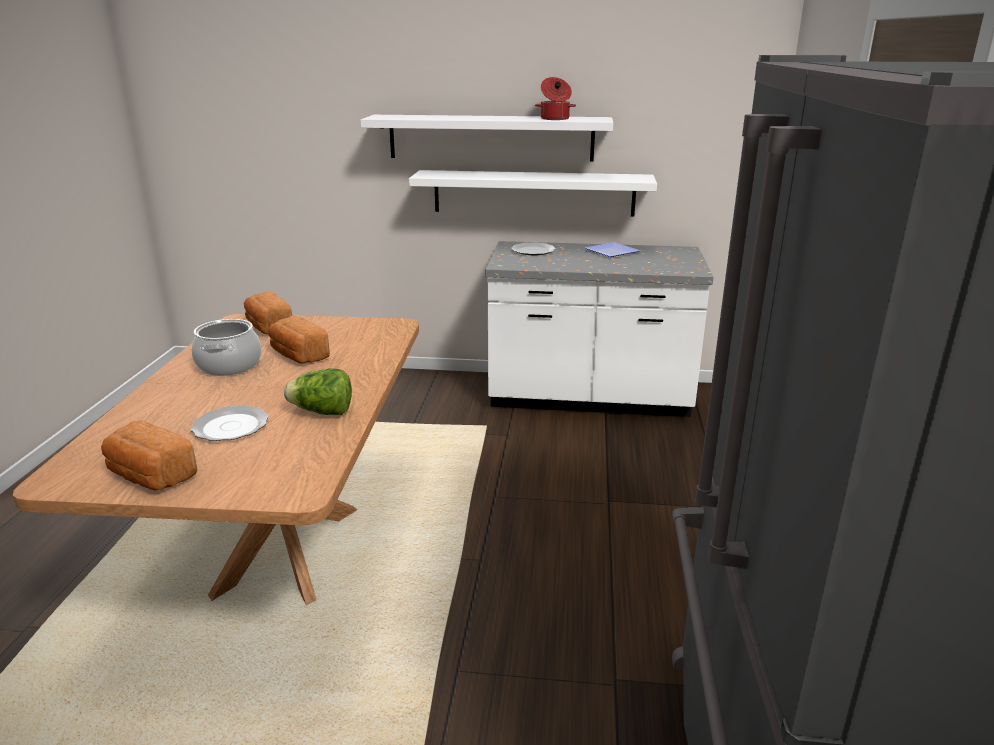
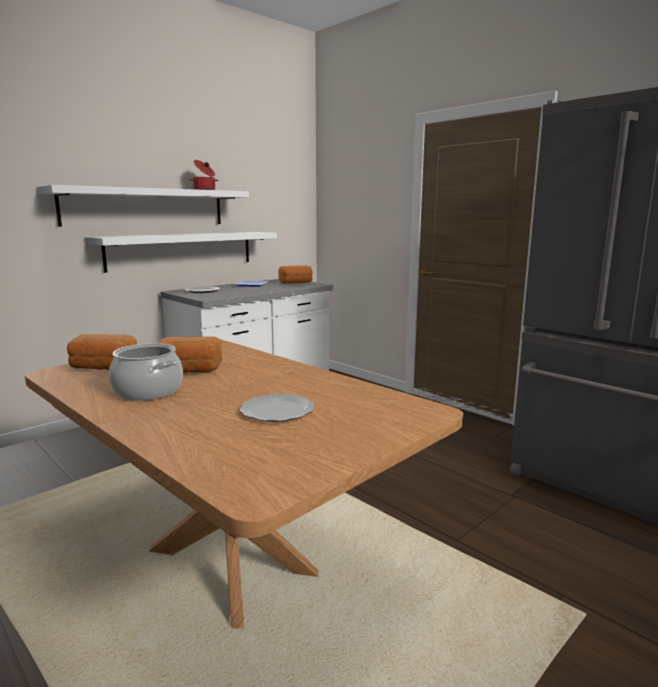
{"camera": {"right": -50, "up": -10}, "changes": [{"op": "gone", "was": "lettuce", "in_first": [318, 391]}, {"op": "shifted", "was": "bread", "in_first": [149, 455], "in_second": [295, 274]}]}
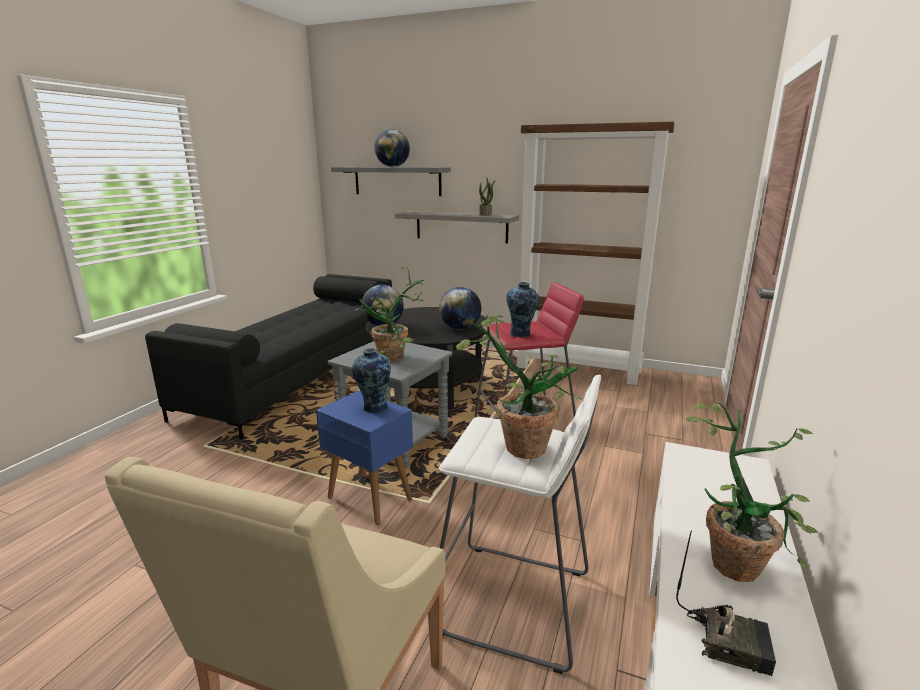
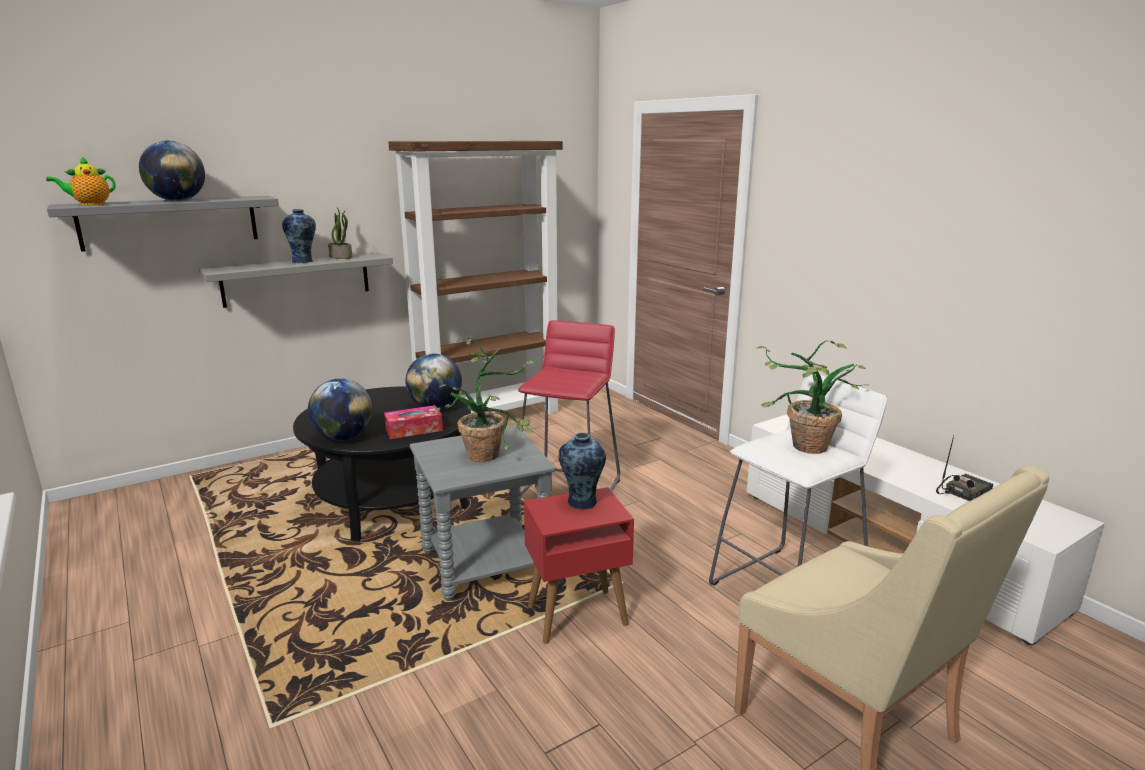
{"camera": {"right": -55, "up": 0}, "changes": [{"op": "gone", "was": "black sofa", "in_first": [268, 356]}, {"op": "gone", "was": "potted plant", "in_first": [752, 492]}, {"op": "new", "now": "teapot", "in_second": [81, 181]}, {"op": "new", "now": "tissue box", "in_second": [413, 422]}, {"op": "shifted", "was": "vase", "in_first": [523, 309], "in_second": [299, 236]}, {"op": "repainted", "was": "blue side table", "now": "red side table", "in_first": [364, 458], "in_second": [579, 565]}]}
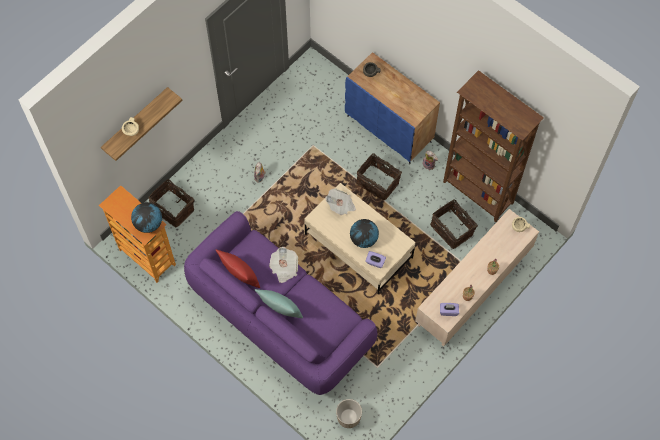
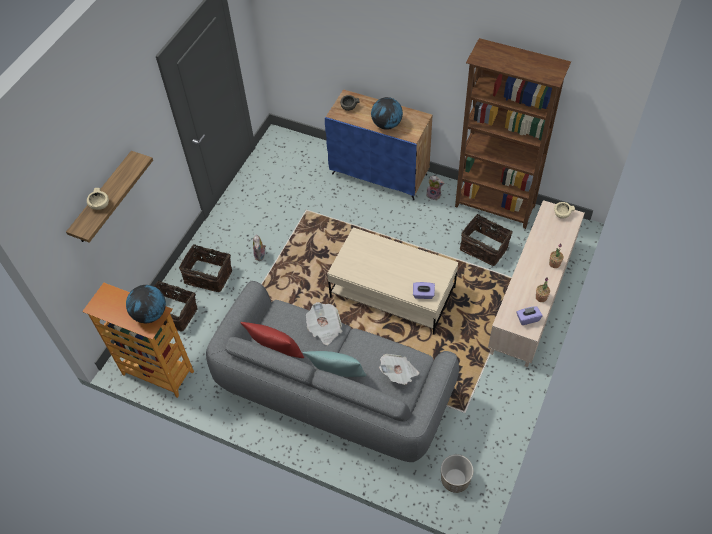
{"camera": {"right": -15, "up": -10}, "changes": [{"op": "shifted", "was": "newspaper", "in_first": [340, 201], "in_second": [399, 369]}, {"op": "shifted", "was": "globe", "in_first": [364, 233], "in_second": [387, 113]}, {"op": "shifted", "was": "basket", "in_first": [379, 177], "in_second": [205, 266]}, {"op": "repainted", "was": "purple sofa", "now": "grey sofa", "in_first": [280, 303], "in_second": [332, 371]}]}
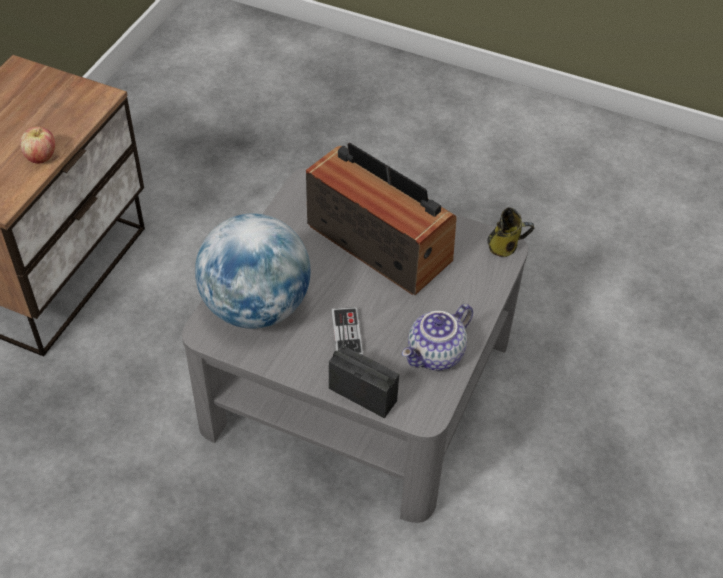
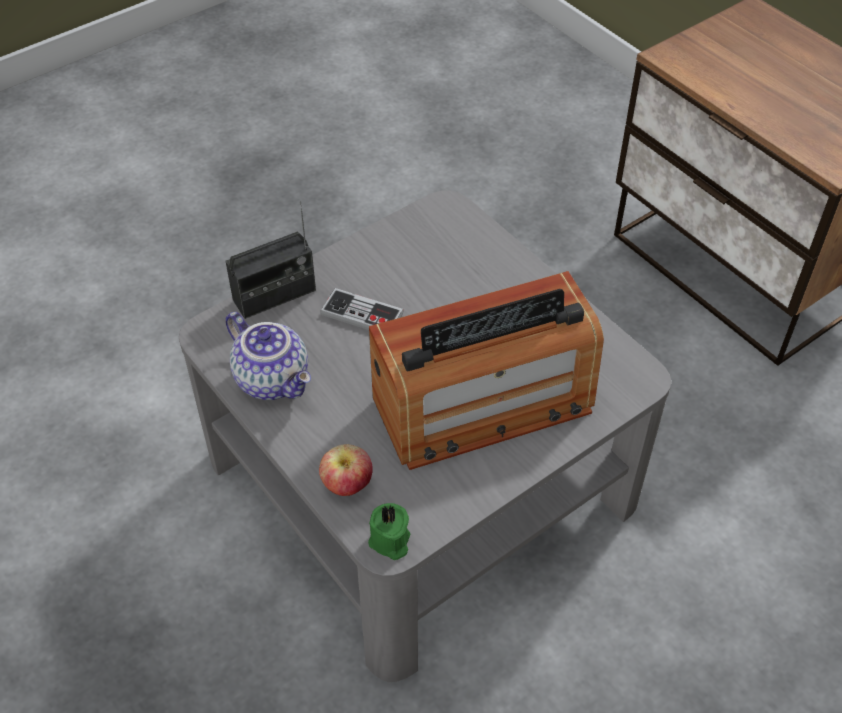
{"camera": {"right": 120, "up": 0}, "changes": [{"op": "gone", "was": "globe", "in_first": [253, 271]}, {"op": "shifted", "was": "apple", "in_first": [37, 145], "in_second": [346, 470]}, {"op": "swapped", "was": "mug", "now": "green candle", "in_first": [510, 232], "in_second": [389, 531]}, {"op": "rotated", "was": "teapot", "in_first": [437, 337], "in_second": [268, 356], "clockwise": 150}]}
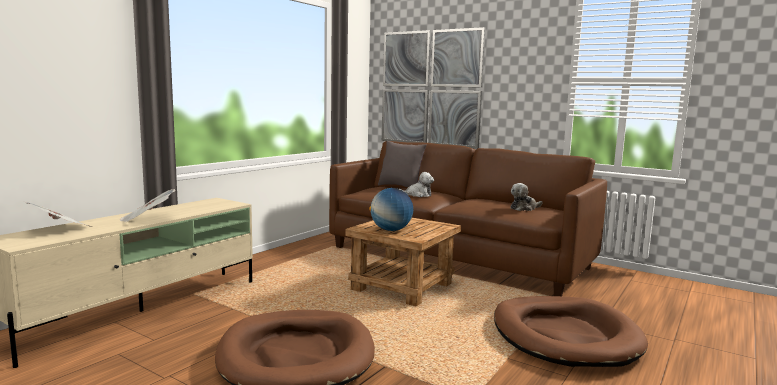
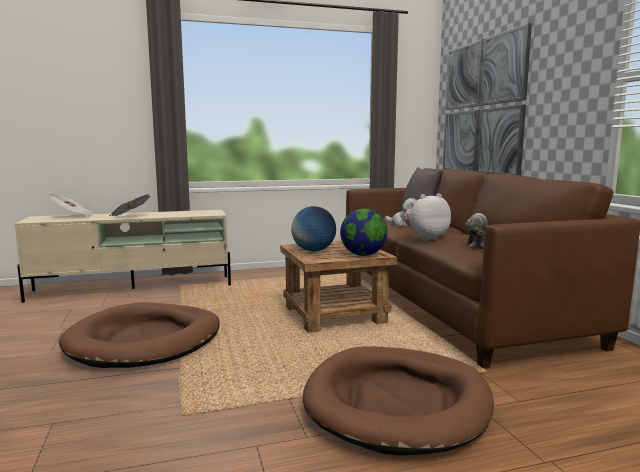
{"camera": {"right": 40, "up": 0}, "changes": [{"op": "new", "now": "globe", "in_second": [364, 232]}, {"op": "new", "now": "plush toy", "in_second": [427, 217]}]}
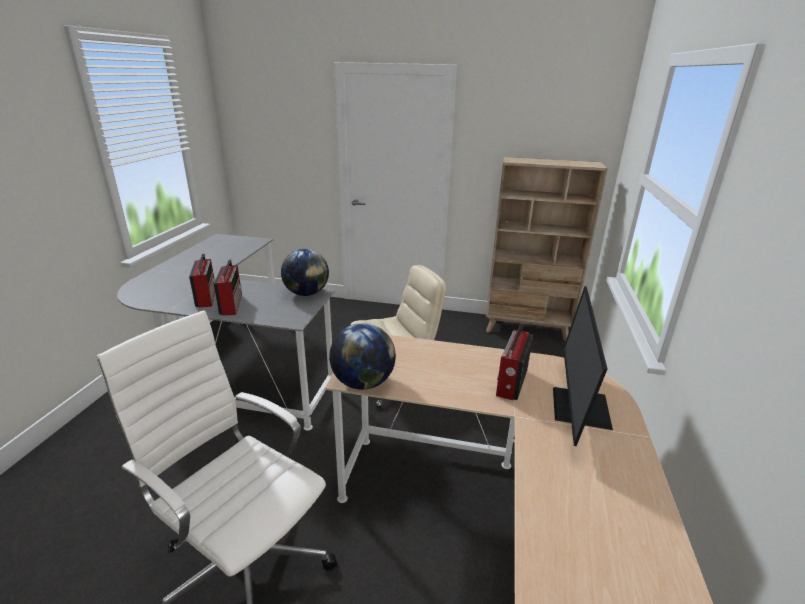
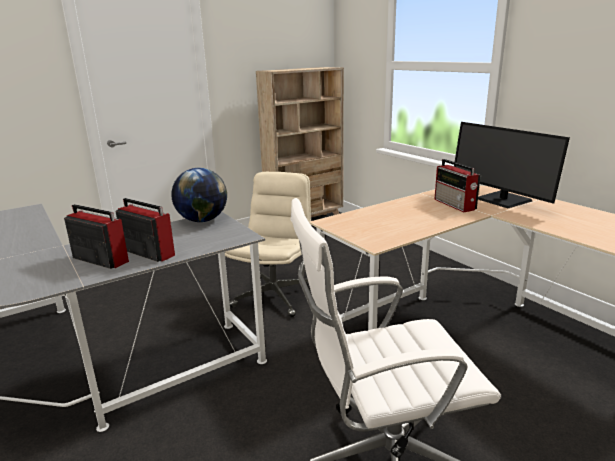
{"camera": {"right": -45, "up": -5}, "changes": [{"op": "gone", "was": "globe", "in_first": [362, 356]}]}
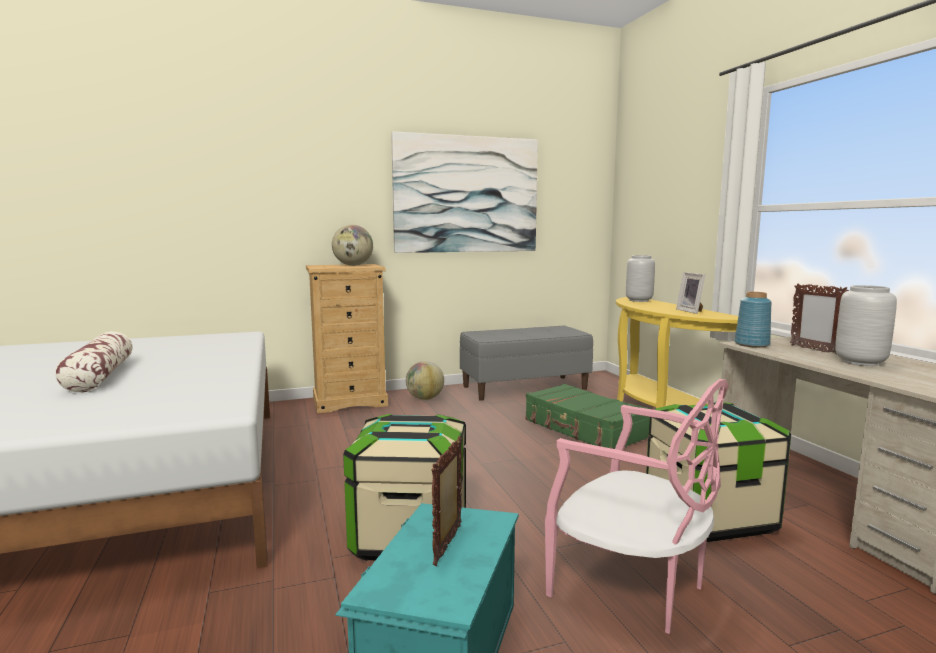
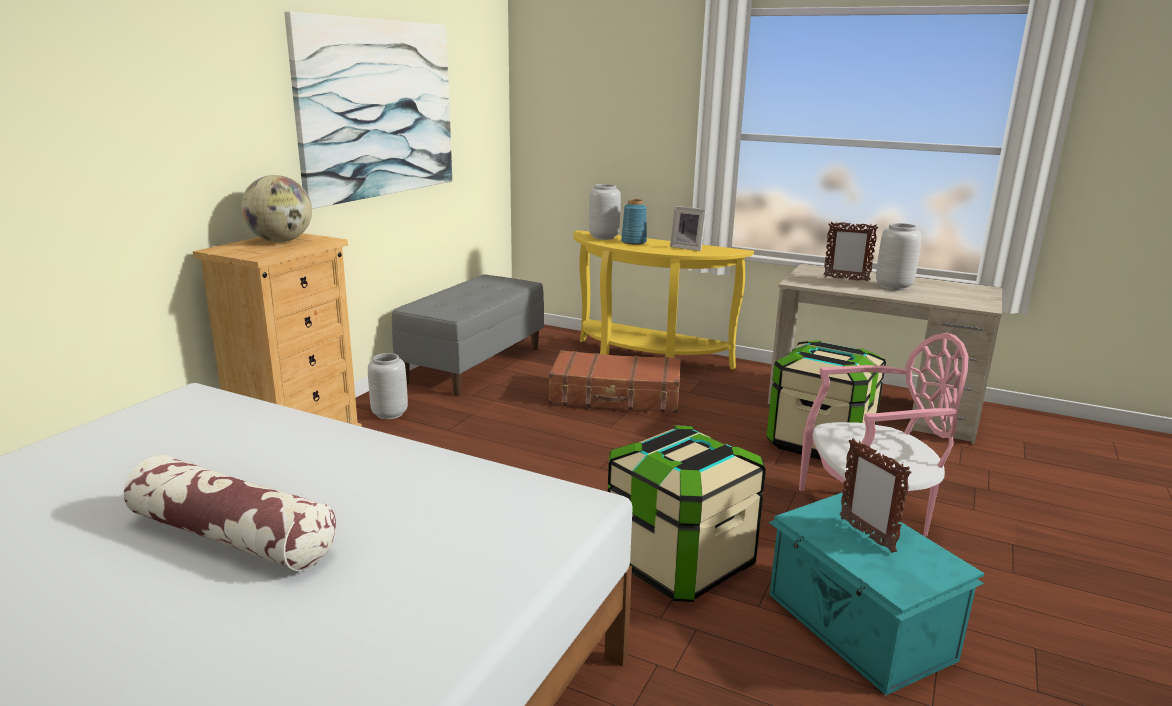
{"camera": {"right": -45, "up": 10}, "changes": [{"op": "shifted", "was": "blue vase", "in_first": [753, 320], "in_second": [634, 222]}, {"op": "swapped", "was": "globe", "now": "grey vase", "in_first": [425, 380], "in_second": [388, 386]}, {"op": "repainted", "was": "green suitcase", "now": "brown suitcase", "in_first": [588, 416], "in_second": [615, 381]}]}
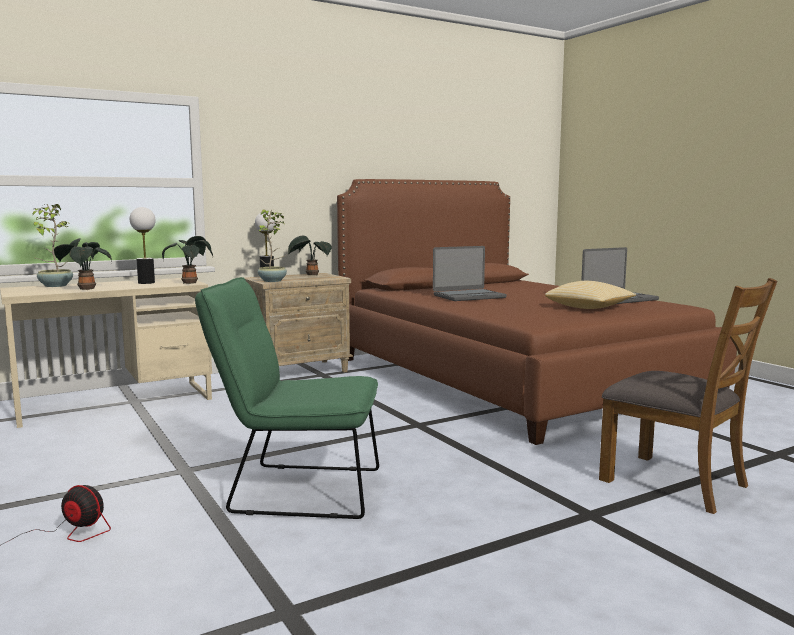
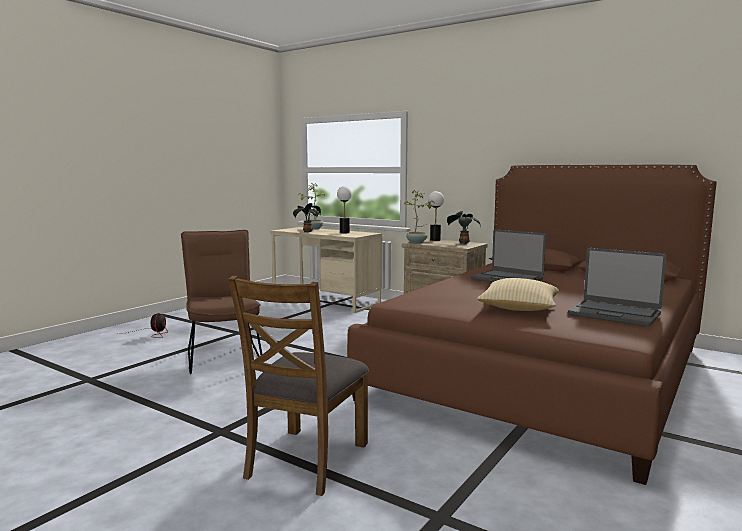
{"camera": {"right": 65, "up": 0}, "changes": [{"op": "gone", "was": "potted plant", "in_first": [187, 260]}, {"op": "repainted", "was": "green chair", "now": "brown chair", "in_first": [287, 398], "in_second": [221, 302]}]}
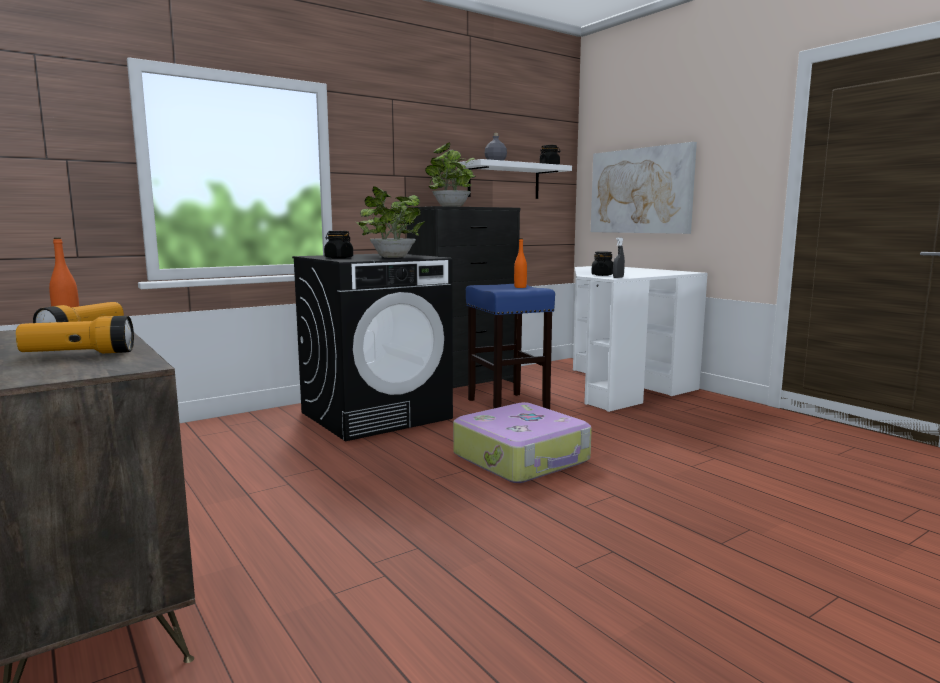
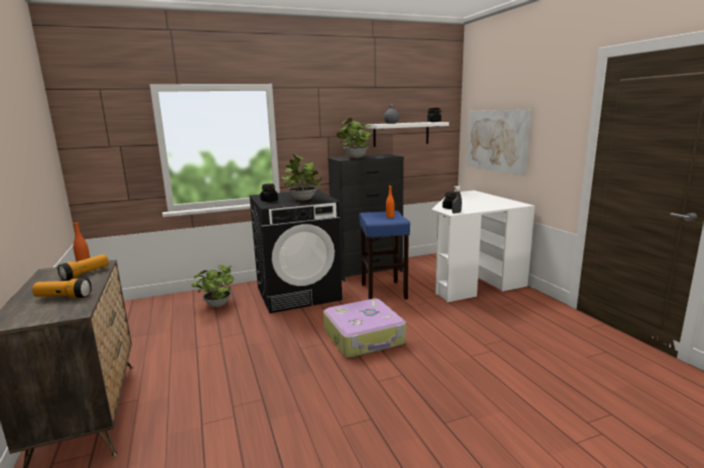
{"camera": {"right": 15, "up": 5}, "changes": [{"op": "new", "now": "potted plant", "in_second": [213, 286]}]}
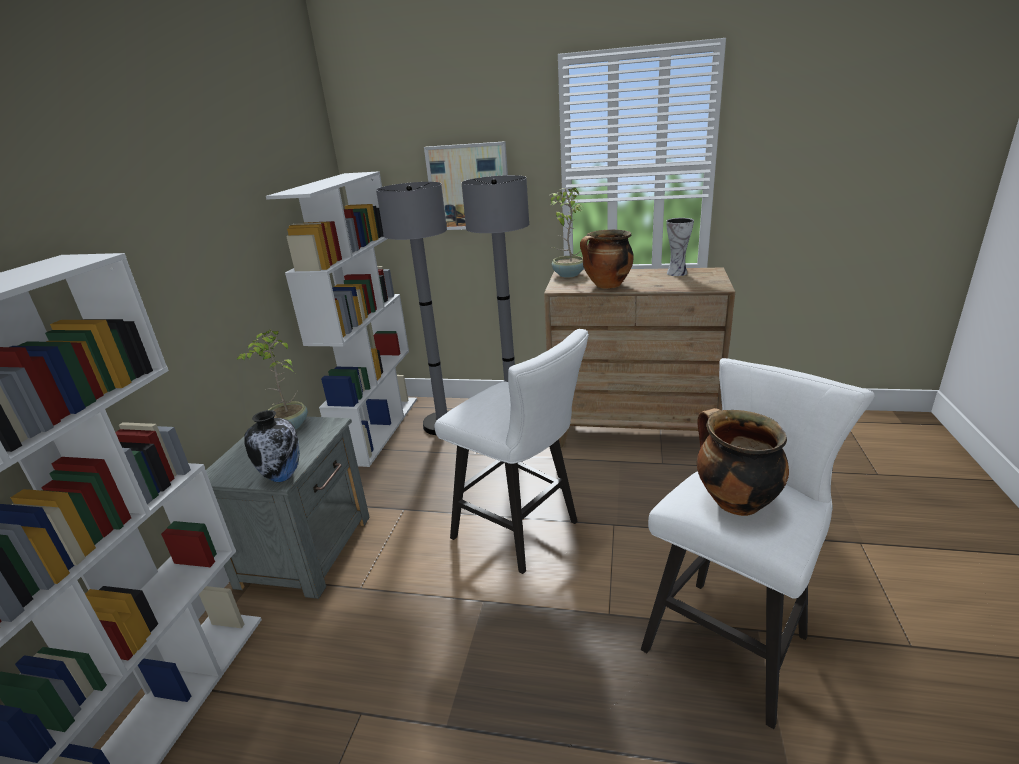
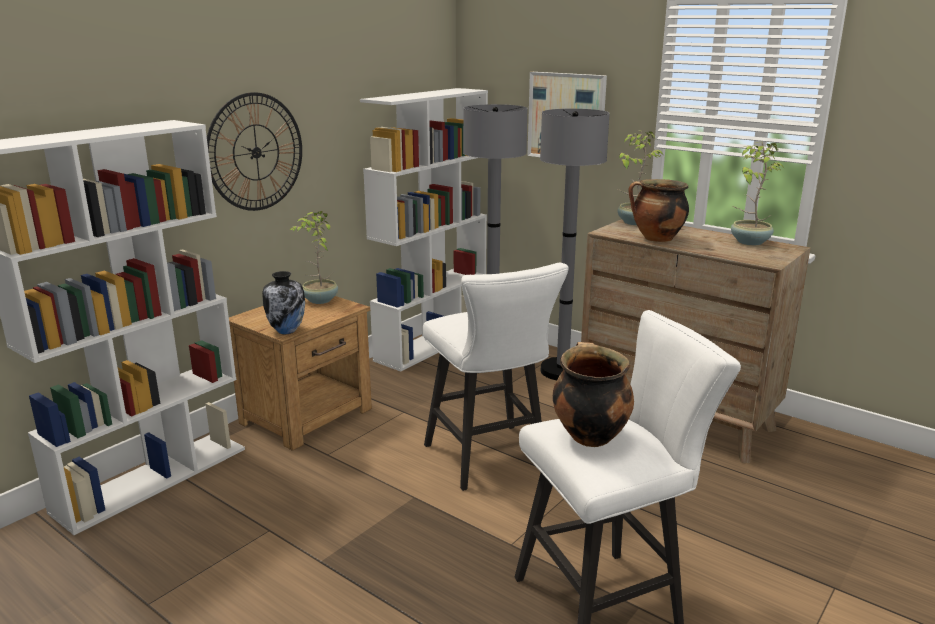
{"camera": {"right": 25, "up": -5}, "changes": [{"op": "new", "now": "wall clock", "in_second": [254, 151]}, {"op": "swapped", "was": "vase", "now": "potted plant", "in_first": [680, 247], "in_second": [758, 193]}, {"op": "repainted", "was": "grey nightstand", "now": "brown nightstand", "in_first": [288, 508], "in_second": [300, 373]}]}
